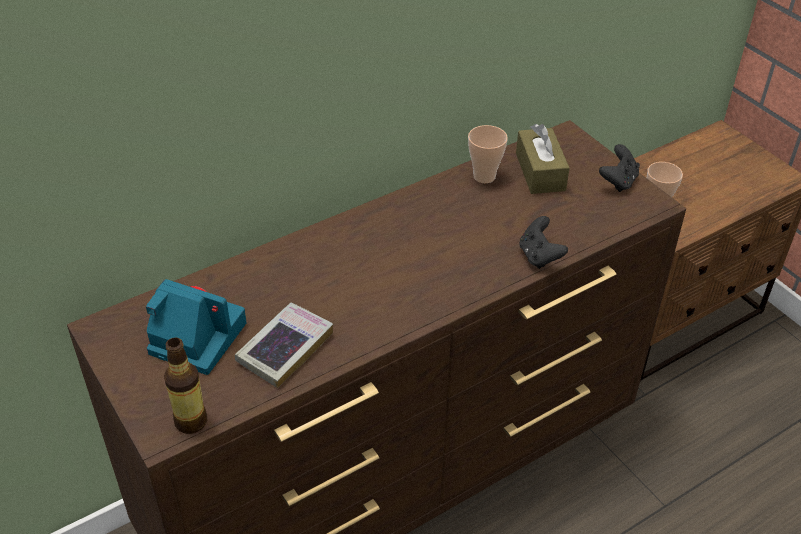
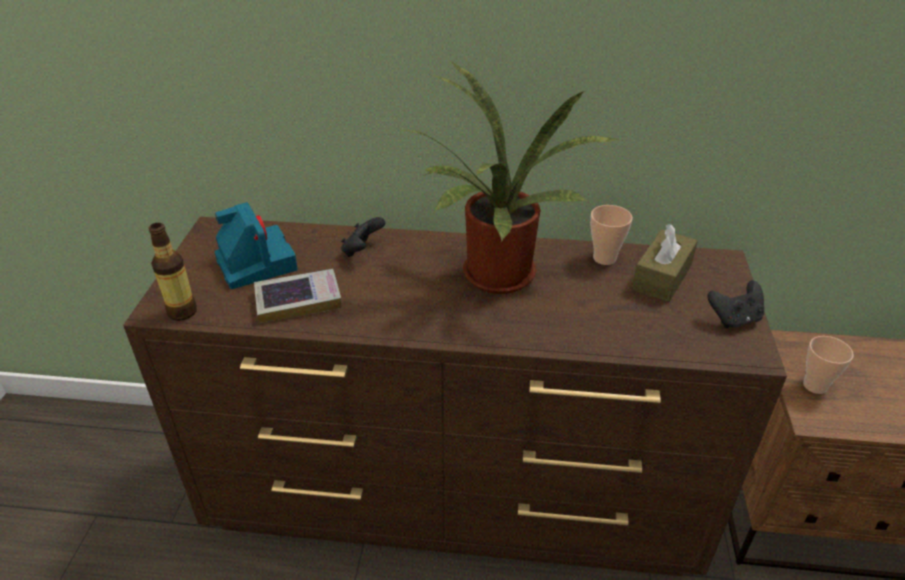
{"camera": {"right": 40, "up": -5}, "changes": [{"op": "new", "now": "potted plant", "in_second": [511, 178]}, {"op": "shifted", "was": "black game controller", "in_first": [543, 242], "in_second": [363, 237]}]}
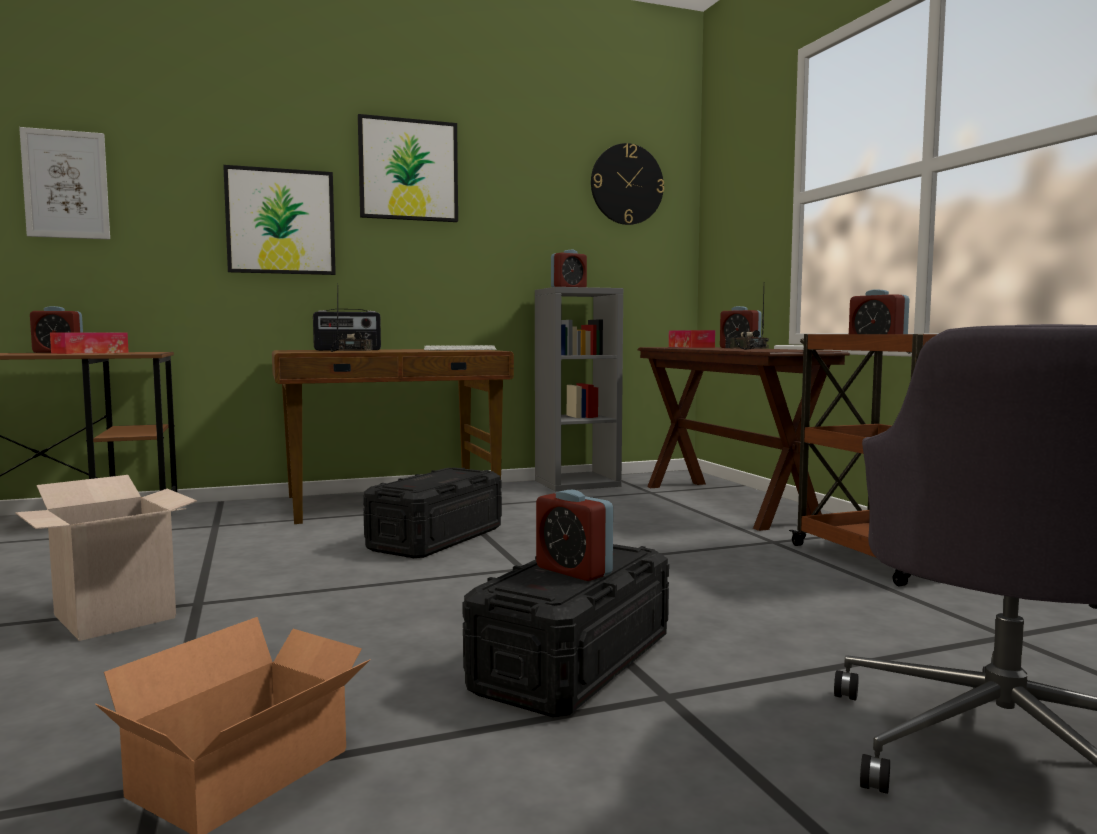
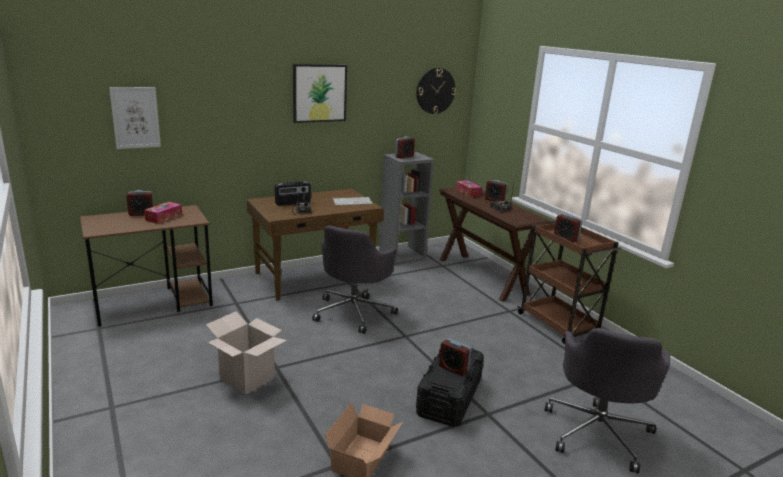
{"camera": {"right": -10, "up": 15}, "changes": [{"op": "gone", "was": "picture", "in_first": [279, 220]}, {"op": "swapped", "was": "black storage box", "now": "grey office chair", "in_first": [432, 513], "in_second": [355, 279]}]}
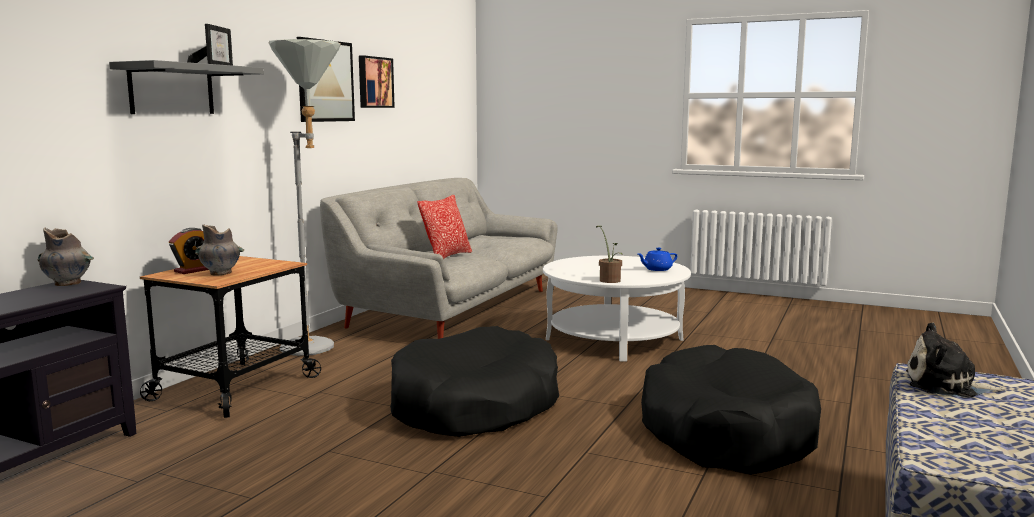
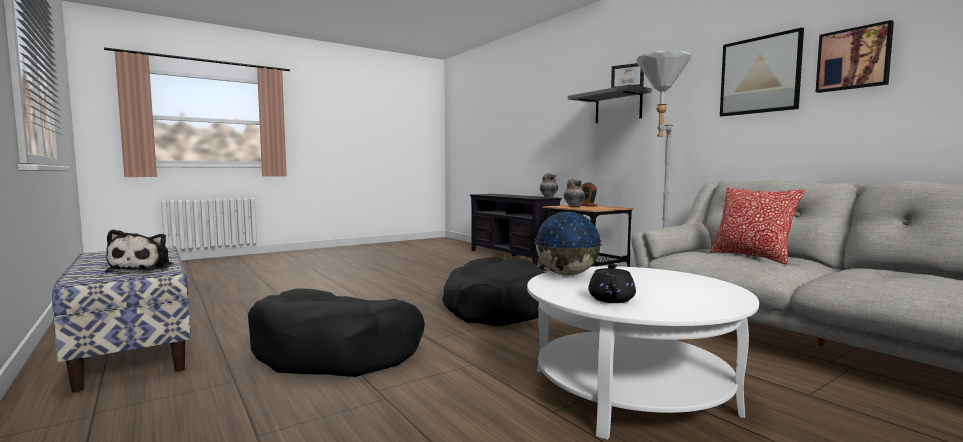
{"camera": {"right": 120, "up": -5}, "changes": [{"op": "swapped", "was": "potted plant", "now": "globe", "in_first": [609, 254], "in_second": [568, 244]}, {"op": "repainted", "was": "blue teapot", "now": "black teapot", "in_first": [657, 259], "in_second": [612, 283]}, {"op": "rotated", "was": "plush toy", "in_first": [955, 360], "in_second": [139, 251], "clockwise": 120}]}
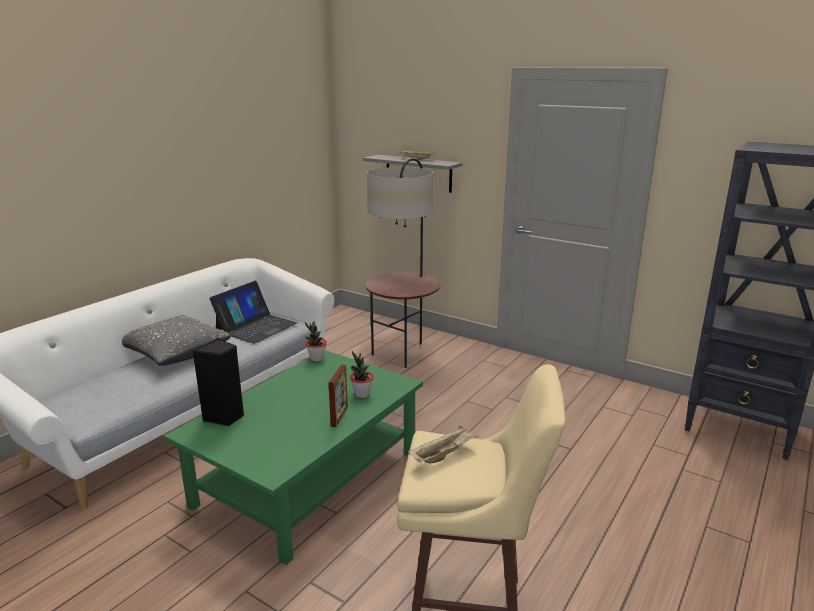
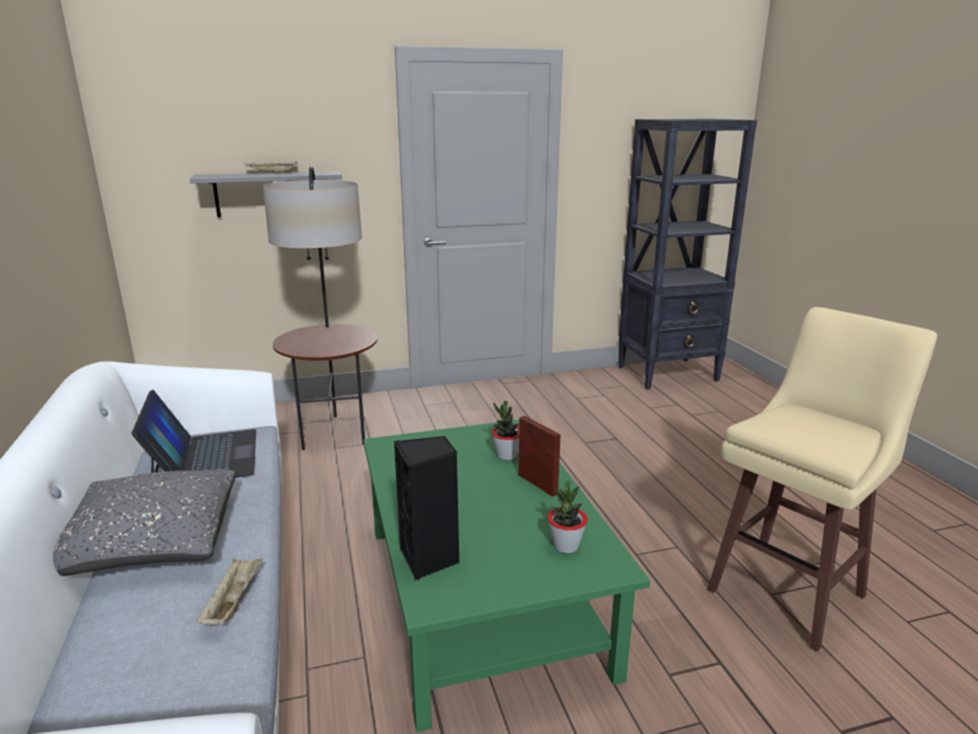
{"camera": {"right": -50, "up": 0}, "changes": [{"op": "shifted", "was": "potted plant", "in_first": [316, 341], "in_second": [568, 517]}, {"op": "shifted", "was": "beige tray", "in_first": [444, 444], "in_second": [229, 591]}]}
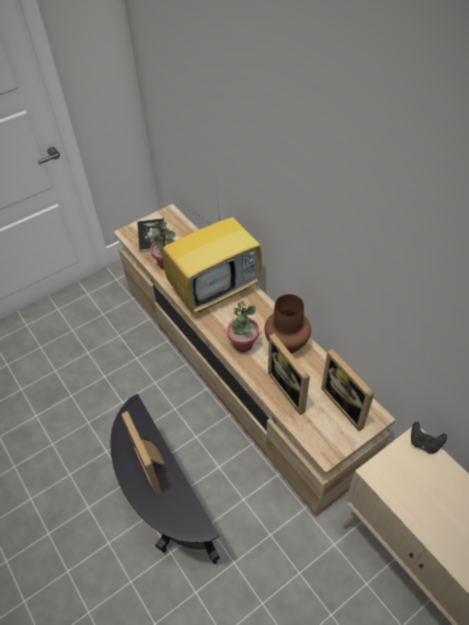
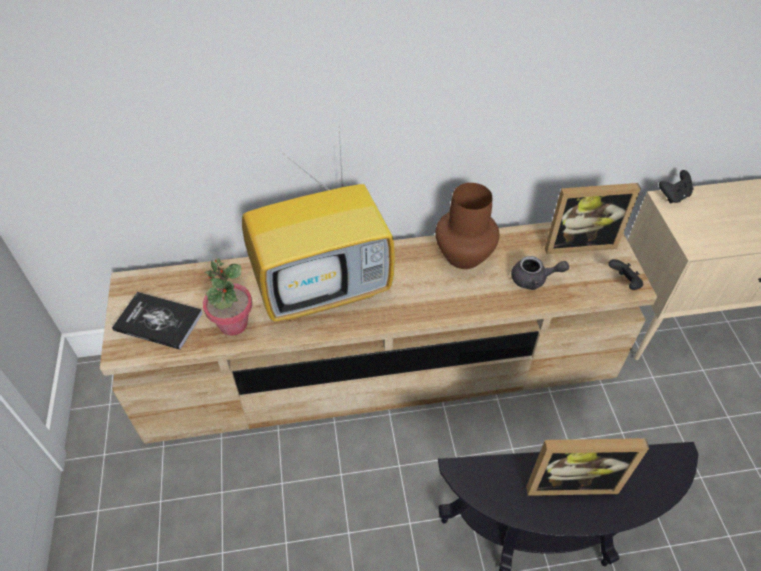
{"camera": {"right": -65, "up": 0}, "changes": [{"op": "gone", "was": "potted plant", "in_first": [243, 326]}, {"op": "new", "now": "black game controller", "in_second": [625, 274]}, {"op": "swapped", "was": "picture frame", "now": "grey teapot", "in_first": [289, 374], "in_second": [540, 273]}, {"op": "rotated", "was": "television", "in_first": [212, 251], "in_second": [318, 226], "clockwise": 75}]}
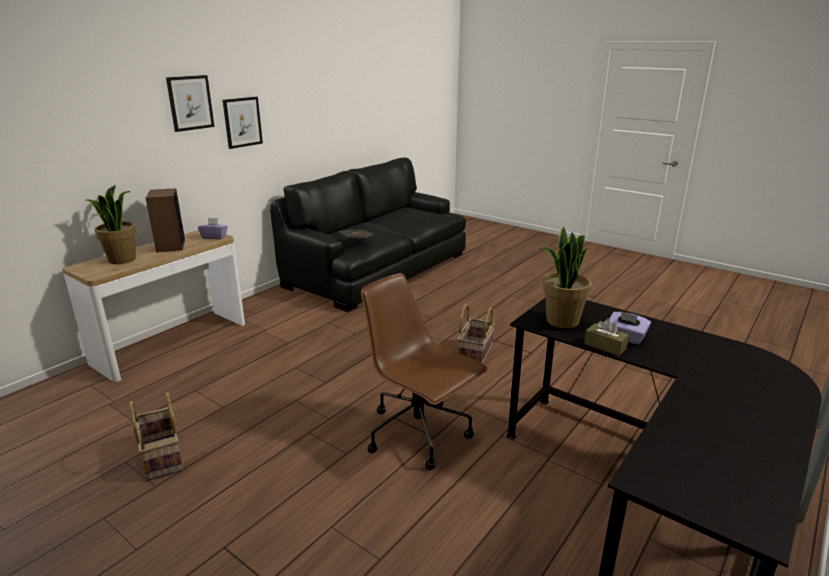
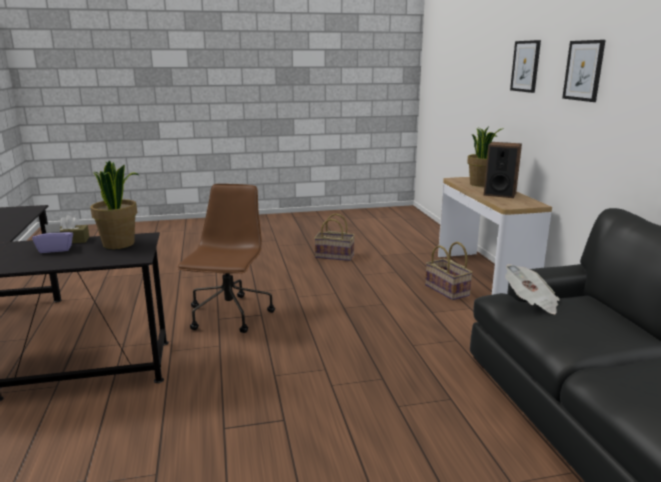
{"camera": {"right": 130, "up": -5}, "changes": [{"op": "gone", "was": "purple tissue box", "in_first": [213, 228]}, {"op": "shifted", "was": "picture", "in_first": [243, 123], "in_second": [525, 66]}, {"op": "shifted", "was": "basket", "in_first": [476, 334], "in_second": [449, 271]}, {"op": "rotated", "was": "brown office chair", "in_first": [424, 371], "in_second": [226, 258], "clockwise": -75}]}
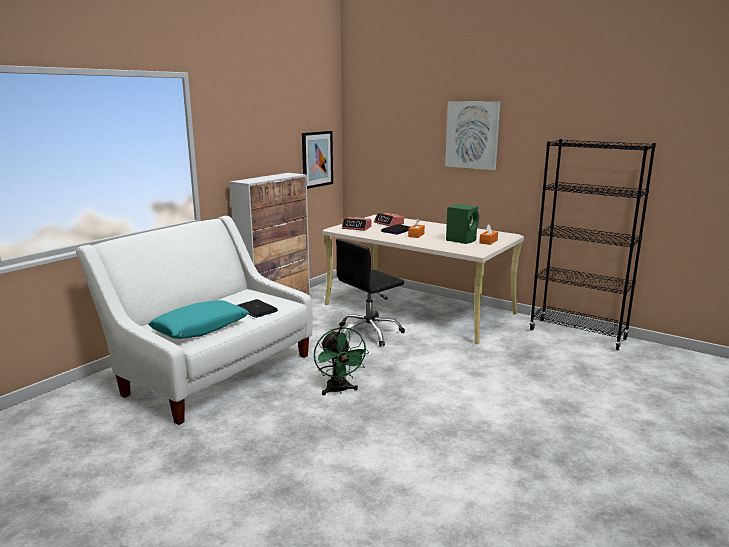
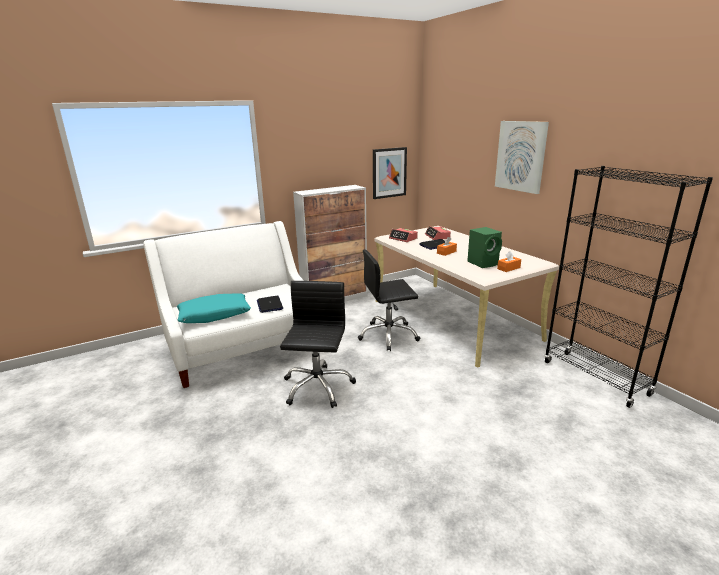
{"camera": {"right": 25, "up": 5}, "changes": [{"op": "swapped", "was": "green fan", "now": "black office chair", "in_first": [341, 361], "in_second": [318, 344]}]}
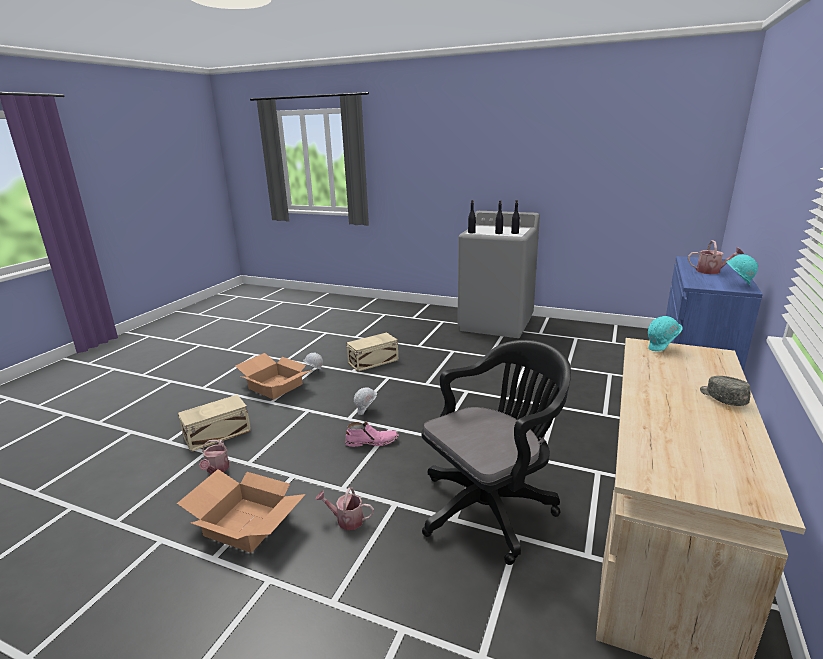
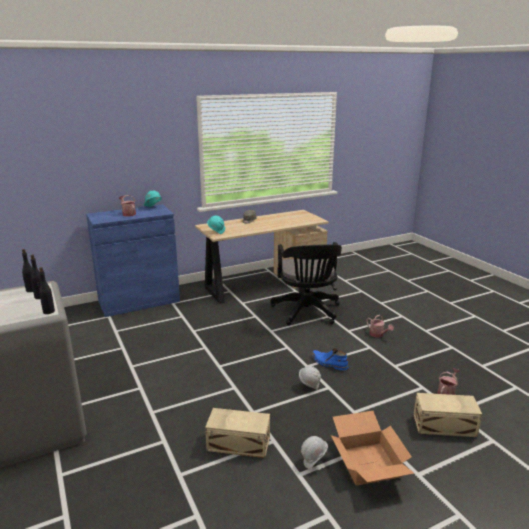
{"camera": {"right": -140, "up": 0}, "changes": [{"op": "gone", "was": "cardboard box", "in_first": [241, 511]}, {"op": "repainted", "was": "pink boot", "now": "blue boot", "in_first": [372, 434], "in_second": [330, 359]}, {"op": "rotated", "was": "black office chair", "in_first": [496, 452], "in_second": [306, 283], "clockwise": -105}]}
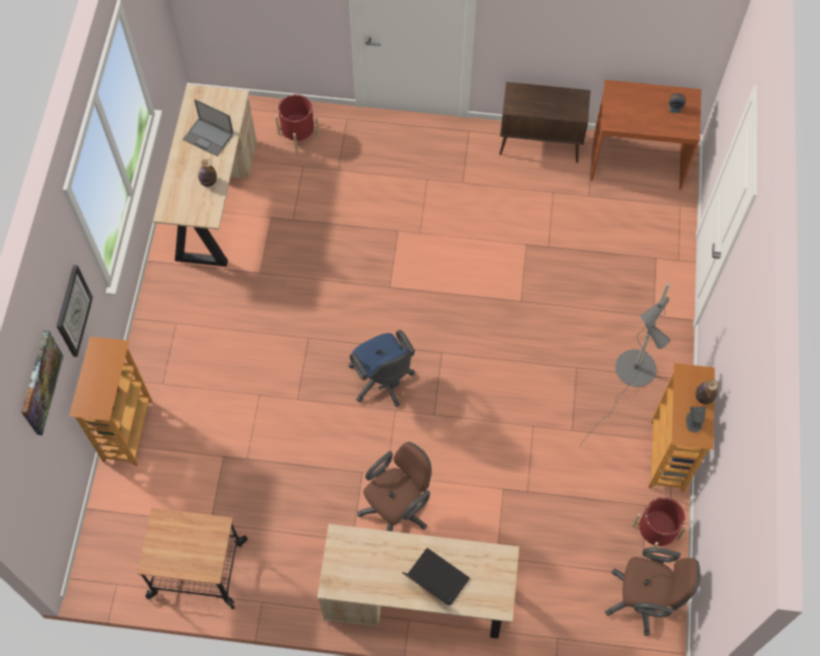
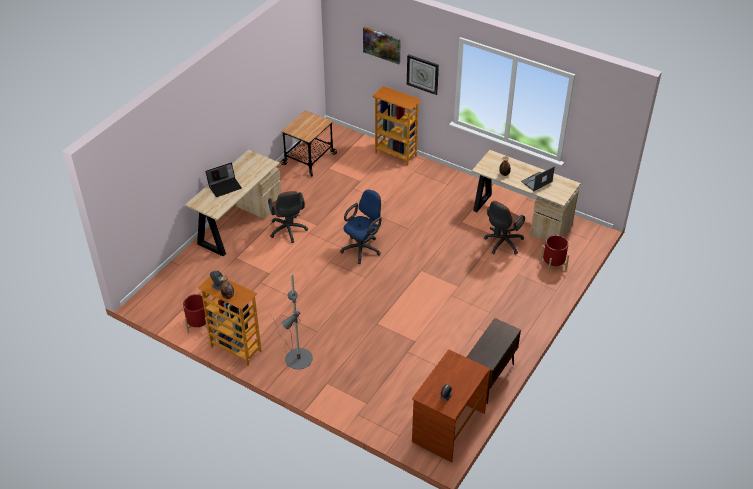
{"camera": {"right": 115, "up": -20}, "changes": [{"op": "shifted", "was": "brown office chair", "in_first": [652, 591], "in_second": [504, 228]}, {"op": "rotated", "was": "blue office chair", "in_first": [381, 368], "in_second": [361, 227], "clockwise": 135}]}
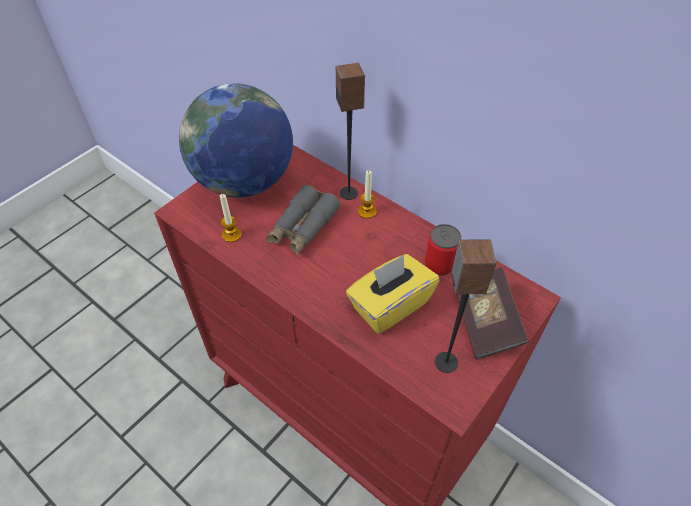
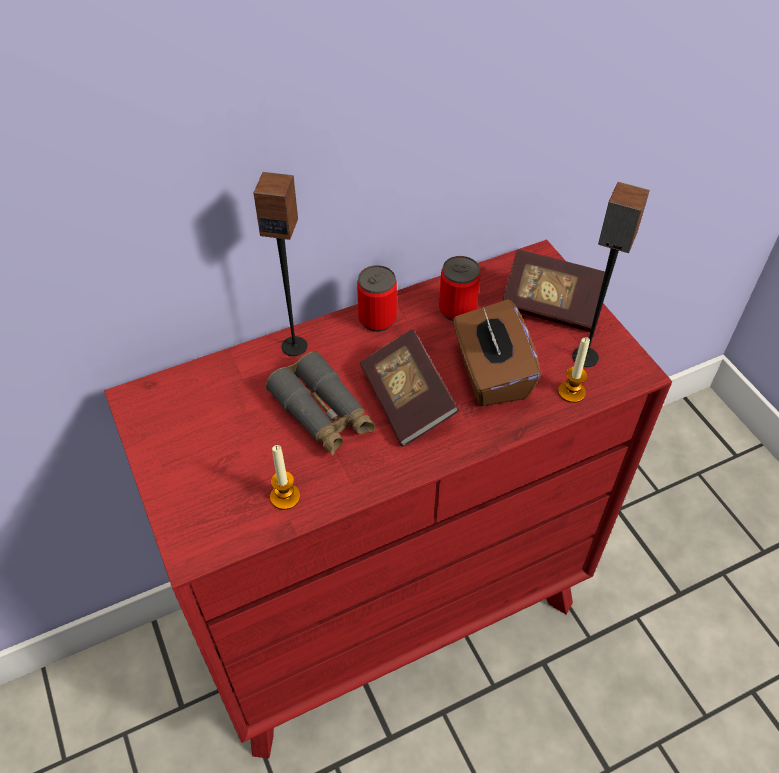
{"camera": {"right": -65, "up": 0}, "changes": [{"op": "gone", "was": "globe", "in_first": [236, 140]}, {"op": "new", "now": "can", "in_second": [377, 298]}, {"op": "new", "now": "book", "in_second": [409, 388]}, {"op": "shifted", "was": "candle", "in_first": [367, 194], "in_second": [574, 370]}, {"op": "repainted", "was": "yellow tissue box", "now": "brown tissue box", "in_first": [393, 294], "in_second": [497, 352]}]}
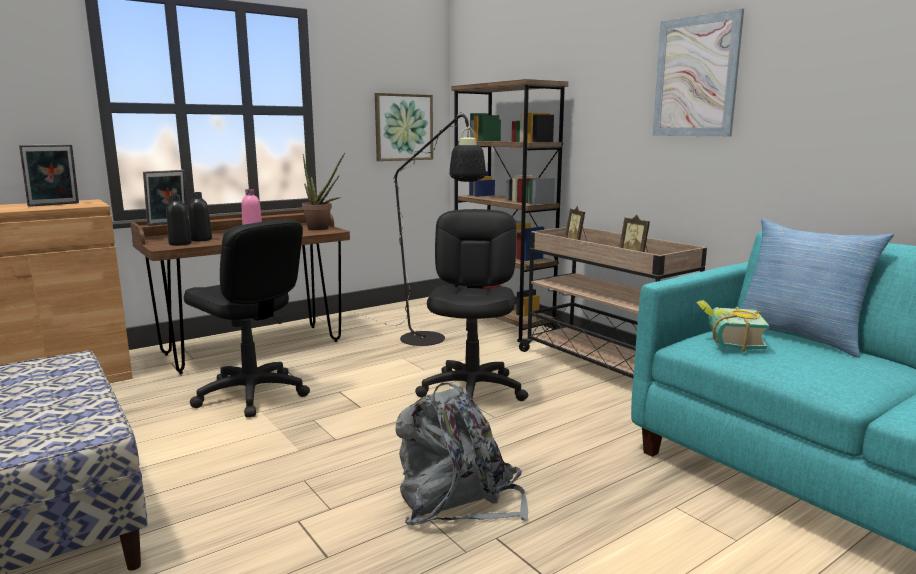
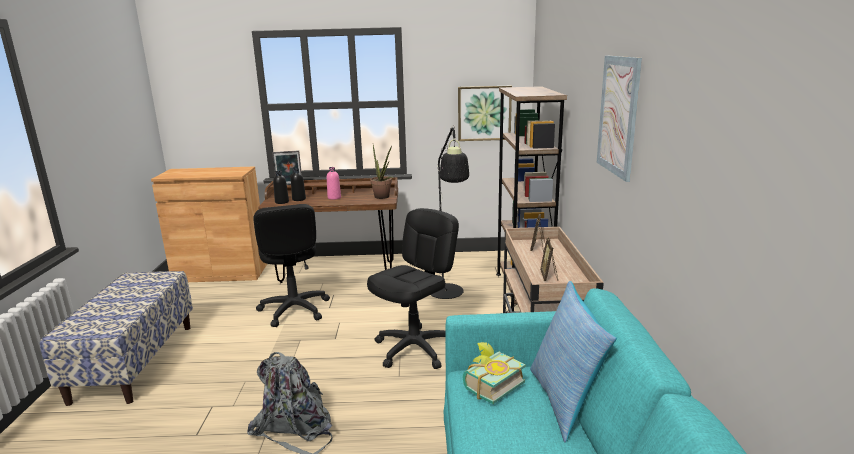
{"camera": {"right": 35, "up": 5}, "changes": [{"op": "gone", "was": "picture frame", "in_first": [49, 175]}]}
